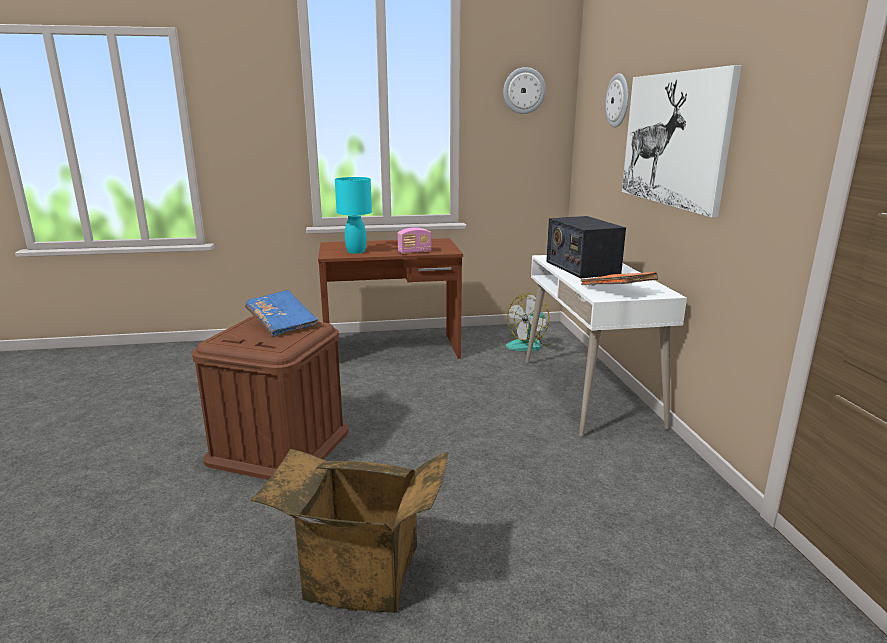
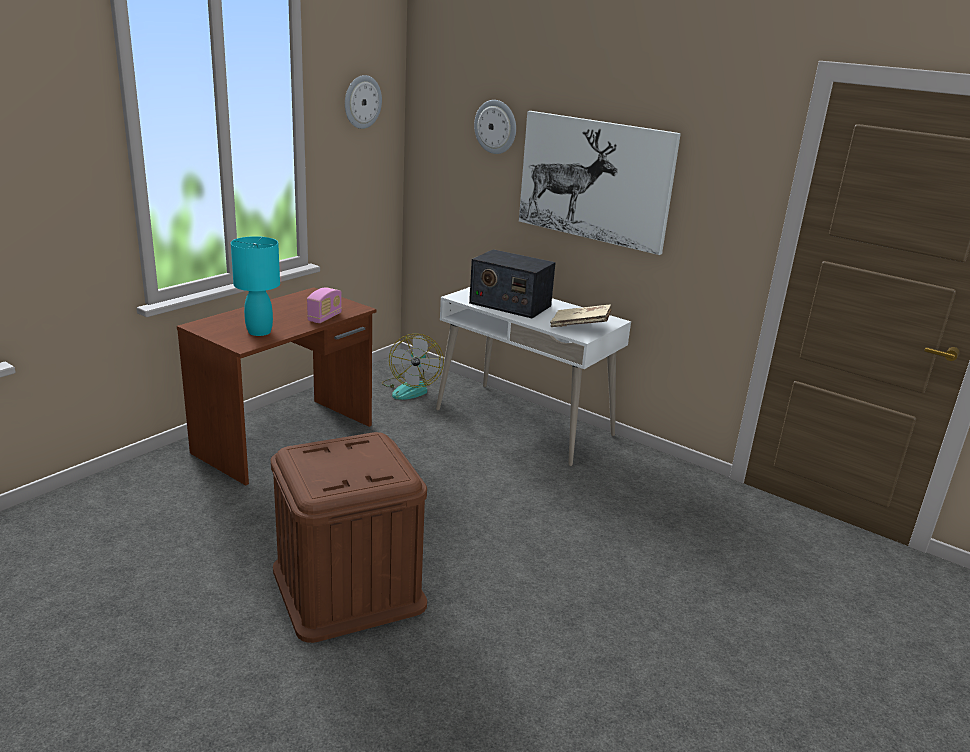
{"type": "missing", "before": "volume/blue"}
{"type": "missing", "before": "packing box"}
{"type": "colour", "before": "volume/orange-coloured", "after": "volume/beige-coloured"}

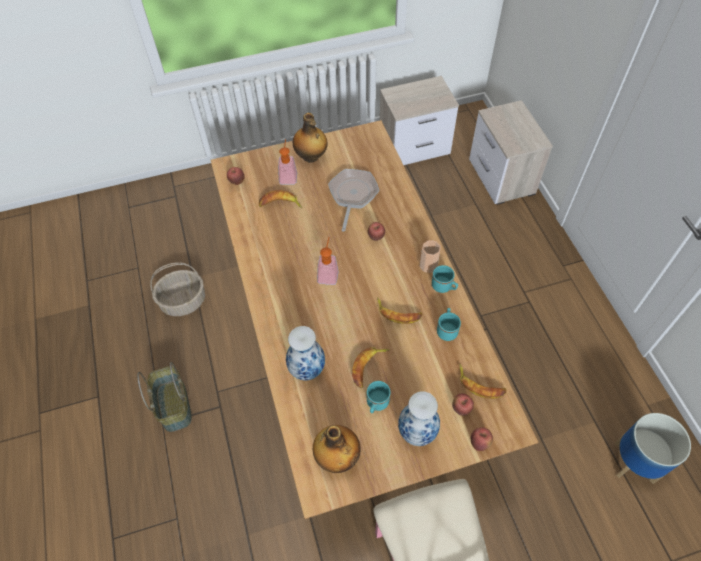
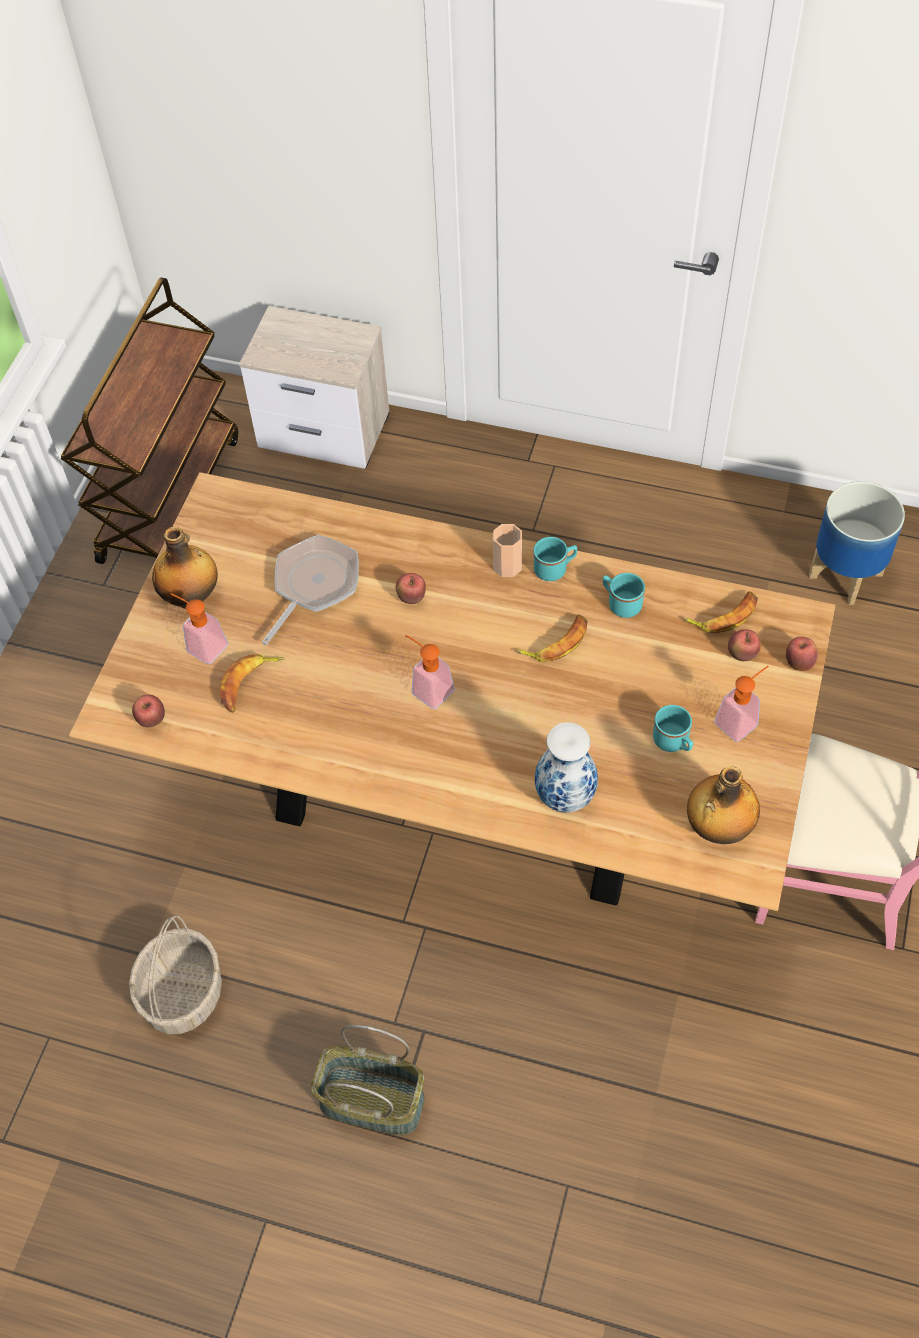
{"type": "missing", "before": "whole banana (no. 2 from left)"}
{"type": "exchanged", "before": "night table (no. 1 from left)", "after": "wheeled cart/brownish"}
{"type": "exchanged", "before": "decorative vase (no. 2 from left)", "after": "soap bottle (no. 3 from left)"}
{"type": "spun", "before": "frying pan", "turn": 75}

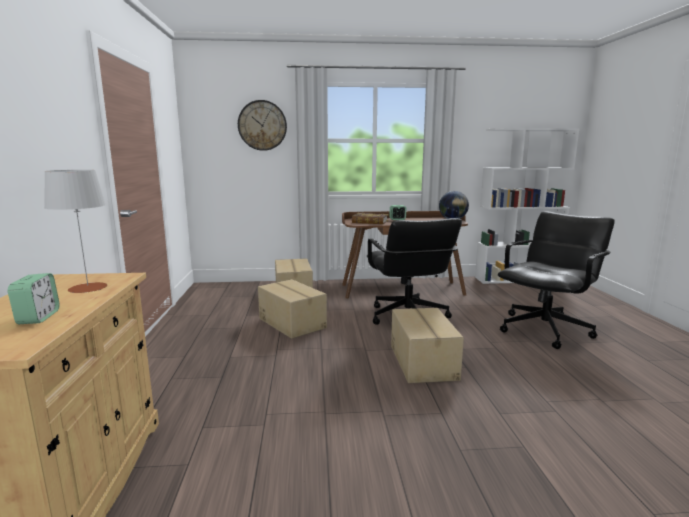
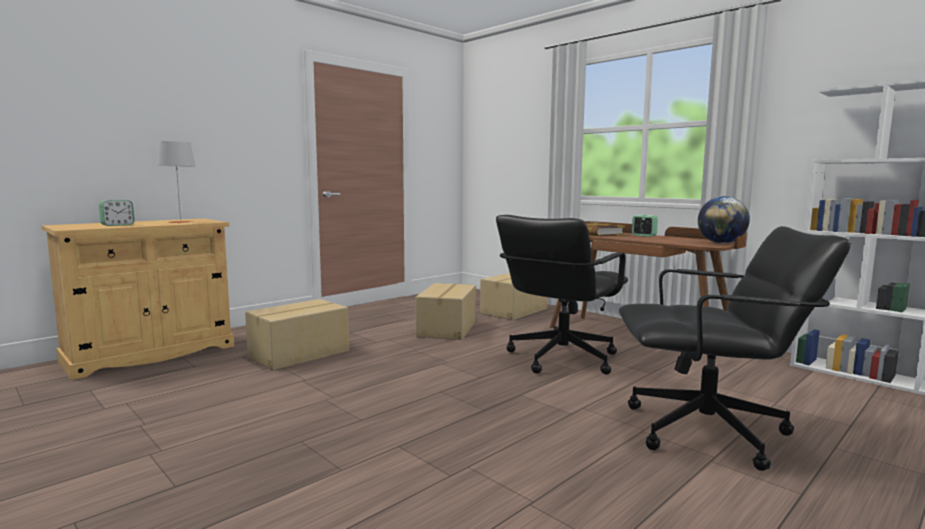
{"type": "missing", "before": "clock on the wall"}
{"type": "relocated", "before": "packing box (no. 3 from left in the first image)", "after": "packing box (no. 1 from left)"}

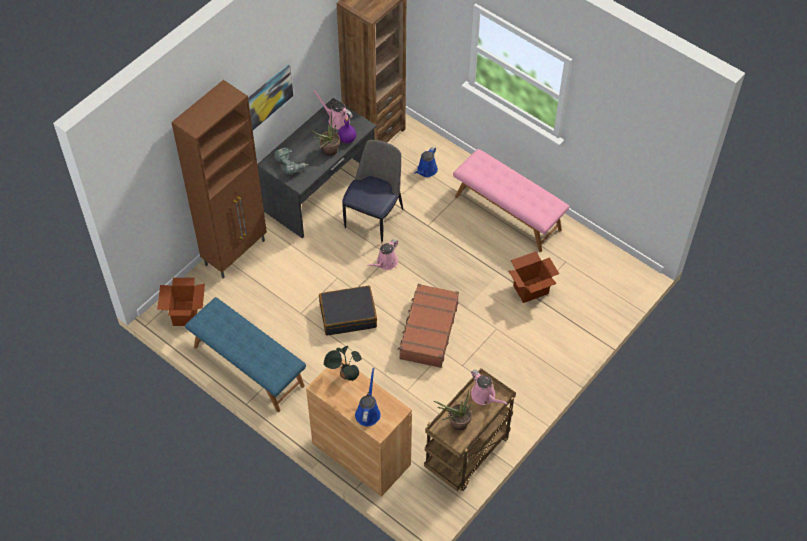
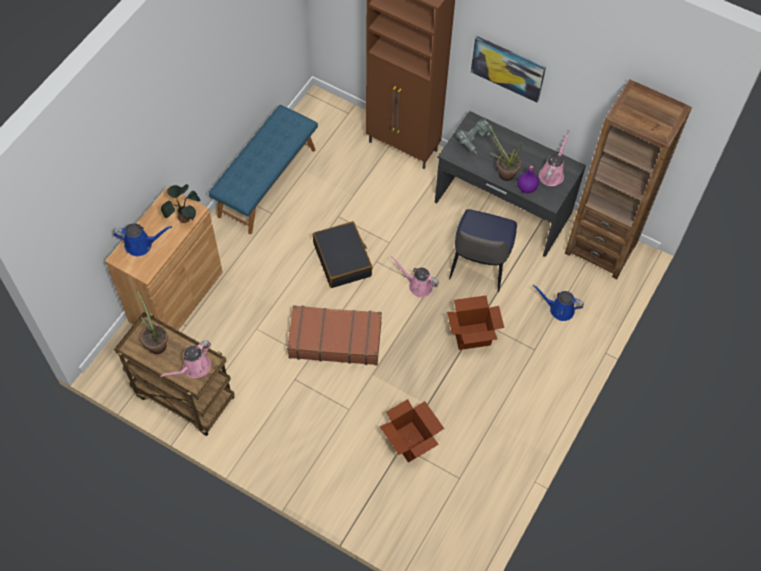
{"type": "missing", "before": "indoor bench/pinkish"}
{"type": "relocated", "before": "packing box (no. 1 from left in the first image)", "after": "packing box (no. 2 from left)"}
{"type": "spun", "before": "plain chair", "turn": 90}

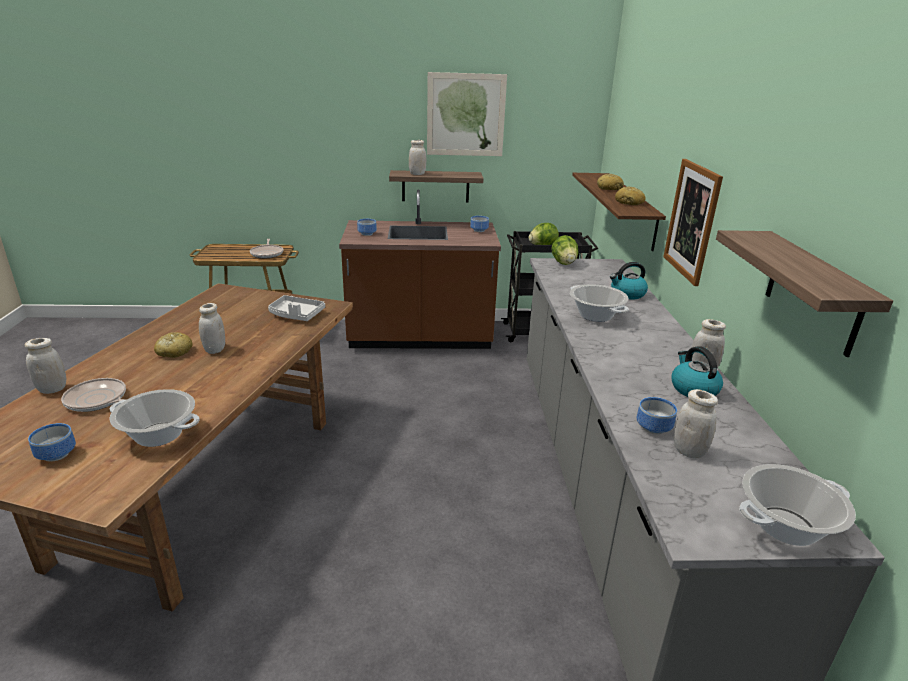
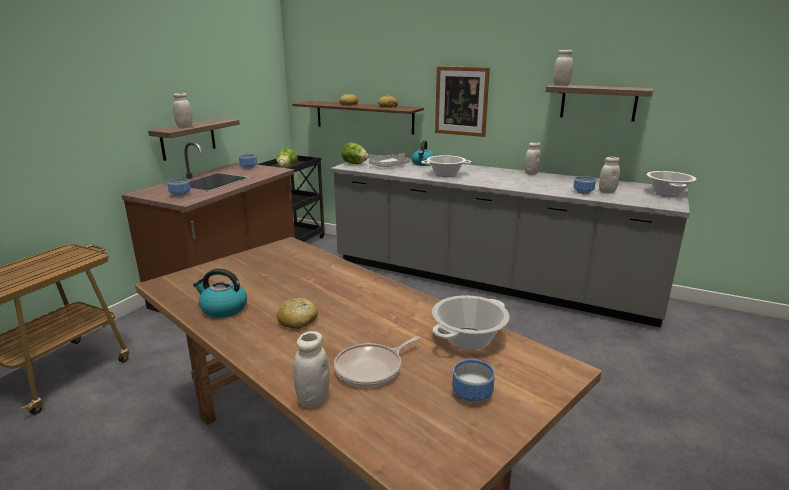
{"type": "missing", "before": "frying pan (no. 2 from left)"}
{"type": "missing", "before": "wall picture (no. 1 from left)"}
{"type": "relocated", "before": "preserve jar/white (no. 2 from left in the first image)", "after": "preserve jar/white (no. 4 from left)"}
{"type": "relocated", "before": "serving tray/gray"}
{"type": "relocated", "before": "kettle (no. 2 from left in the first image)", "after": "kettle (no. 1 from left)"}

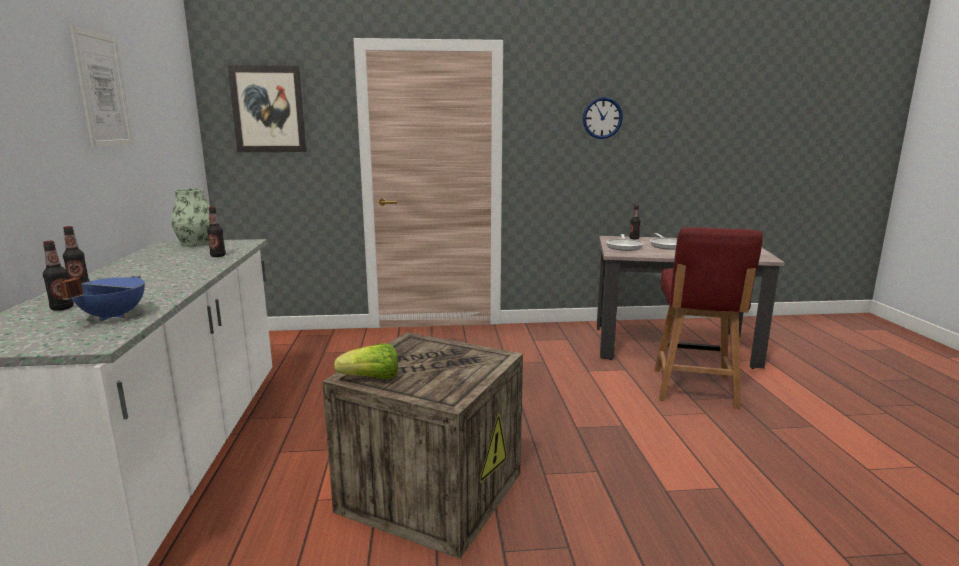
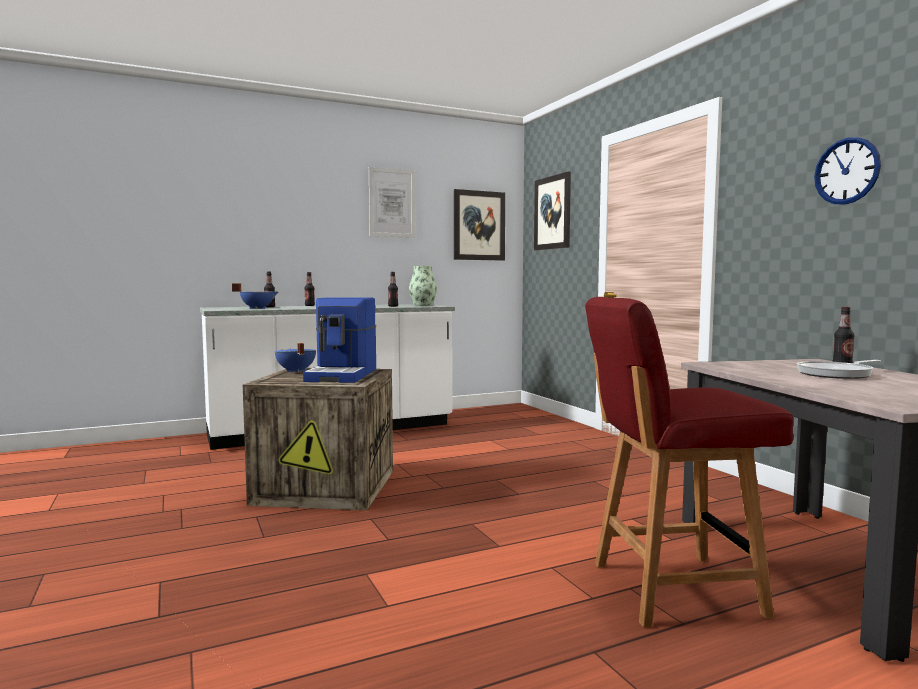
{"type": "missing", "before": "frying pan (no. 1 from left)"}
{"type": "appeared", "after": "coffee machine"}
{"type": "appeared", "after": "wall picture (no. 2 from left)"}
{"type": "exchanged", "before": "lettuce", "after": "cooking pot/blue (no. 2 from left)"}

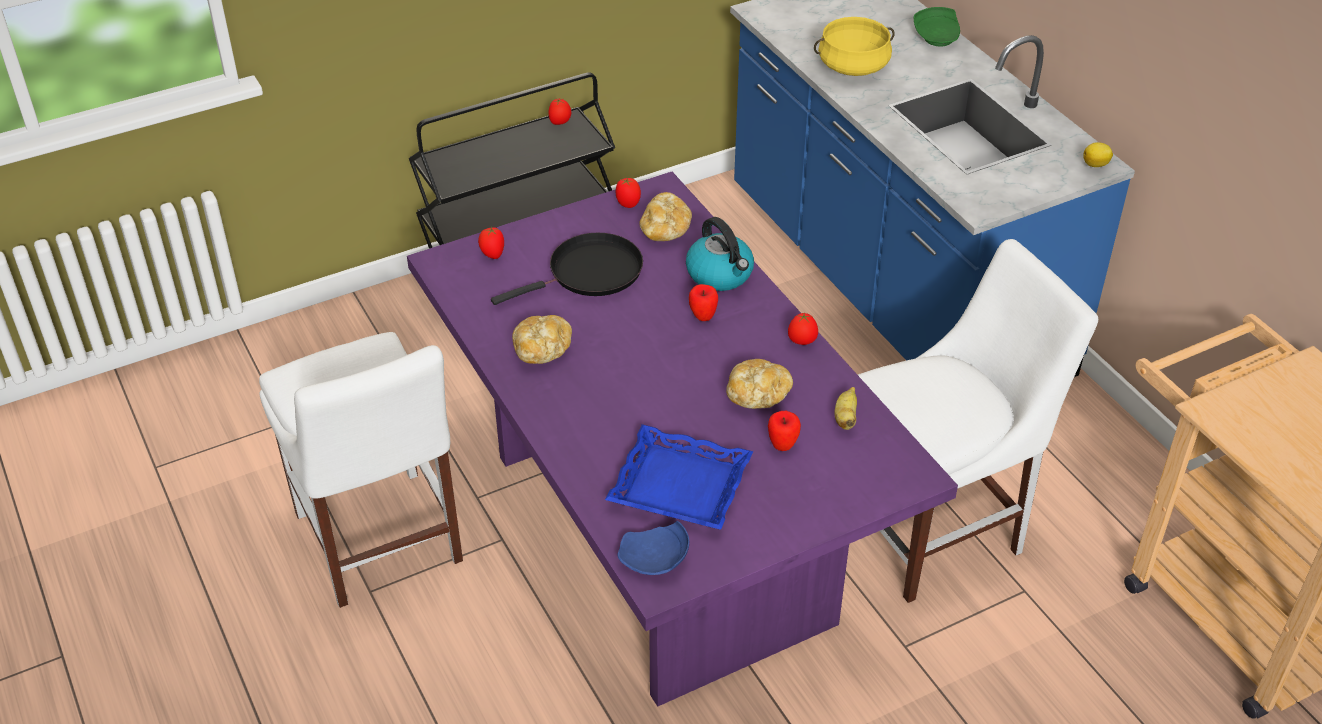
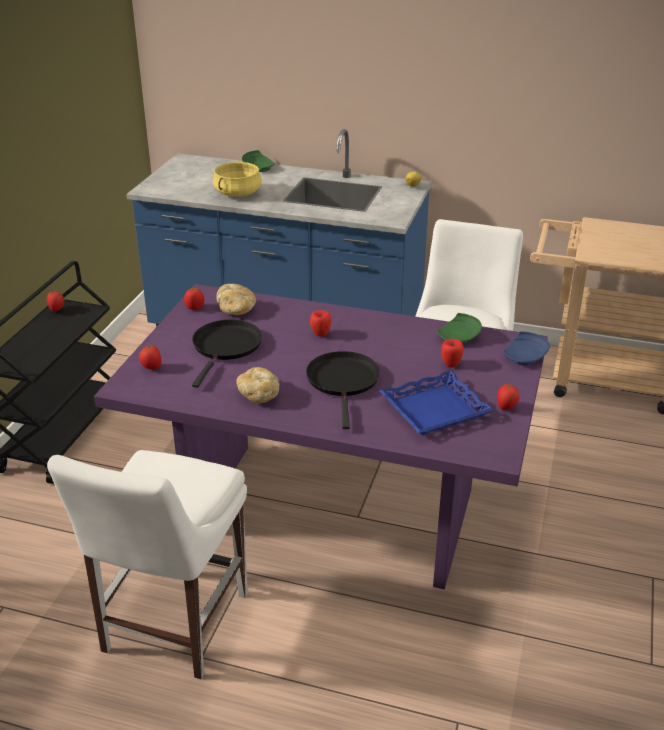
{"type": "missing", "before": "kettle"}
{"type": "missing", "before": "baked bread (no. 3 from left)"}
{"type": "appeared", "after": "frying pan/black-coloured (no. 2 from left)"}
{"type": "relocated", "before": "dinner plate/blue"}
{"type": "relocated", "before": "fresh tomato (no. 4 from left)"}
{"type": "exchanged", "before": "whole banana", "after": "dinner plate/greenish (no. 2 from left)"}
{"type": "spun", "before": "plain chair/white (no. 1 from left)", "turn": 90}

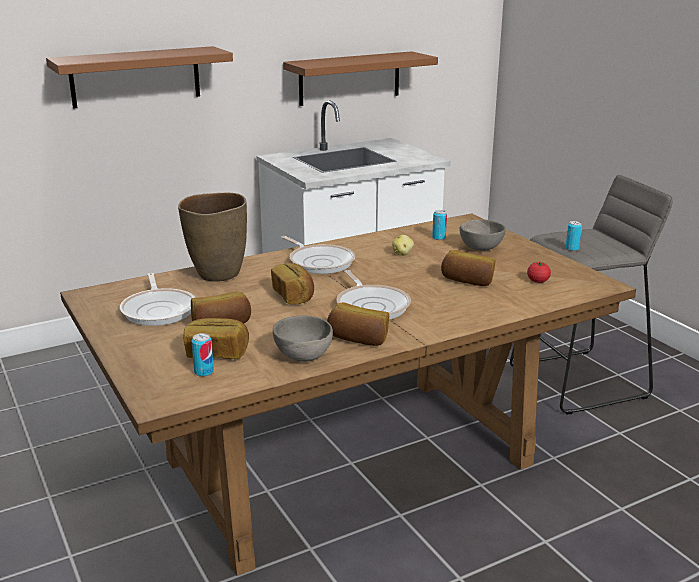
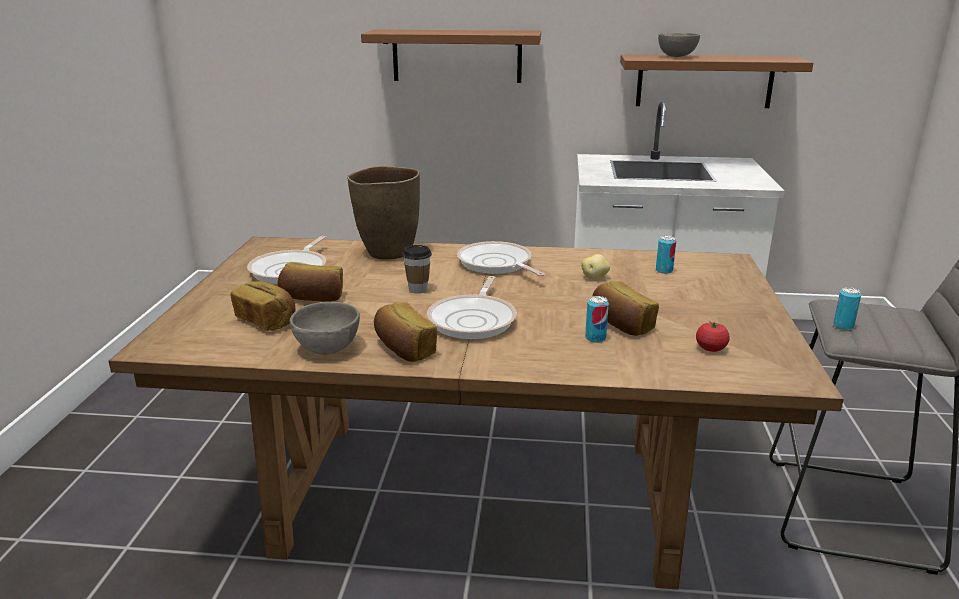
{"type": "relocated", "before": "metal can (no. 1 from left)"}
{"type": "relocated", "before": "deep dish/gray (no. 2 from left)"}
{"type": "exchanged", "before": "baked bread (no. 3 from left)", "after": "small cup"}
{"type": "spun", "before": "frying pan (no. 2 from left in the first image)", "turn": 150}

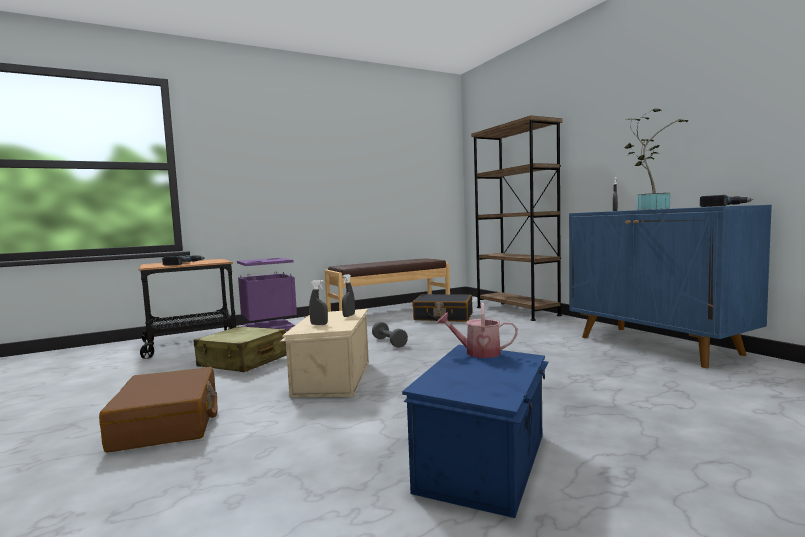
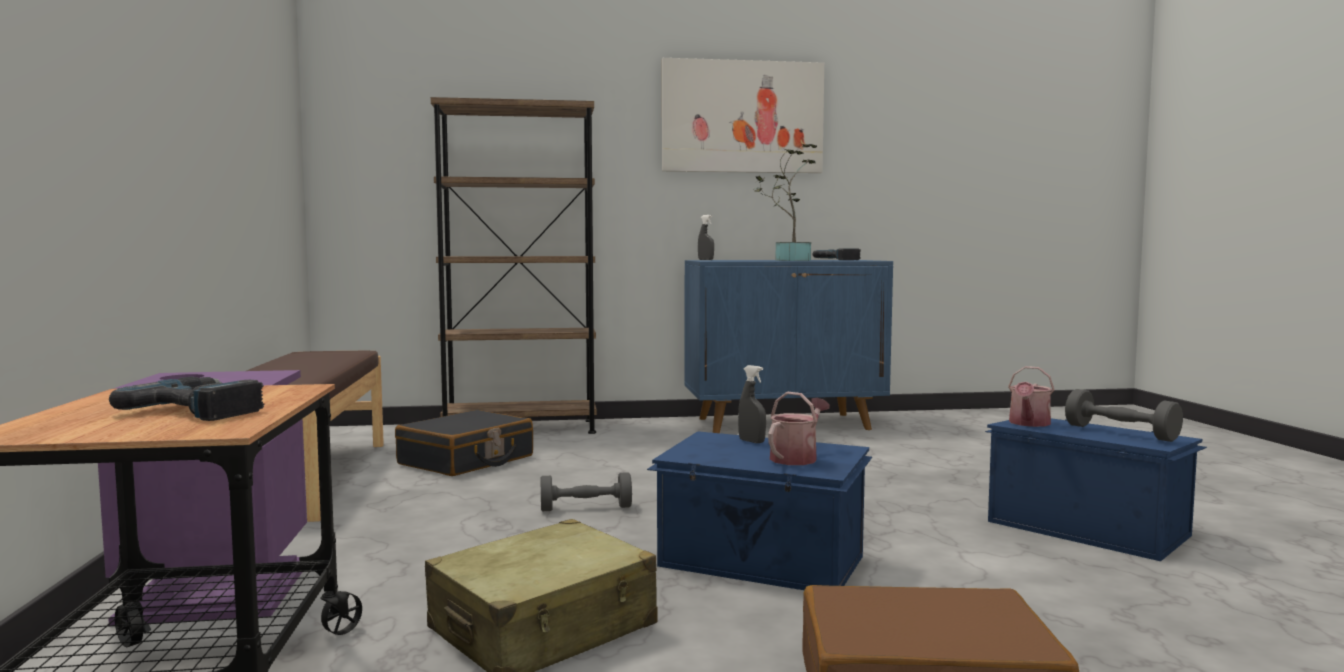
{"type": "appeared", "after": "wall picture"}
{"type": "appeared", "after": "free weight/gray (no. 2 from left)"}
{"type": "exchanged", "before": "spray bottle/gray (no. 1 from left)", "after": "watering pot (no. 1 from left)"}
{"type": "colour", "before": "storage box/beige-coloured", "after": "storage box/blue (no. 1 from left)"}

